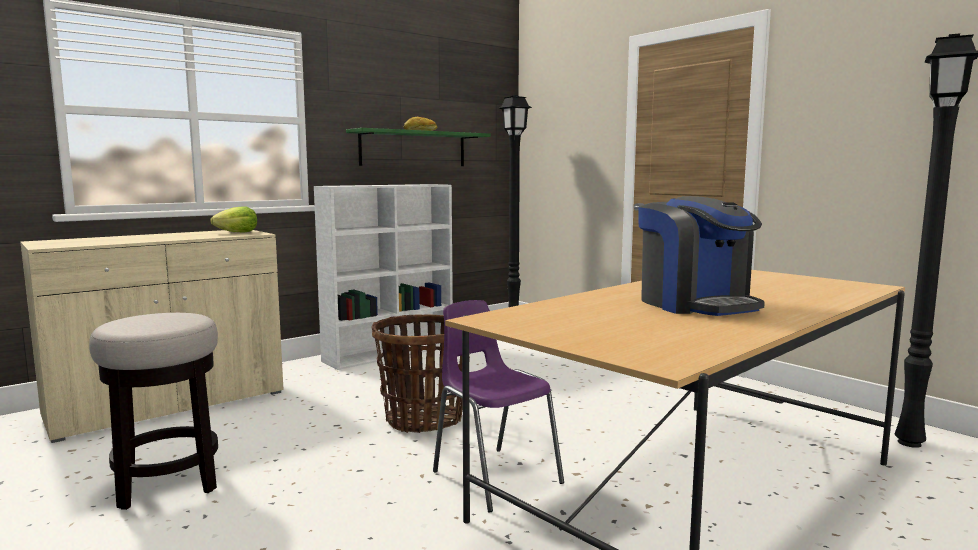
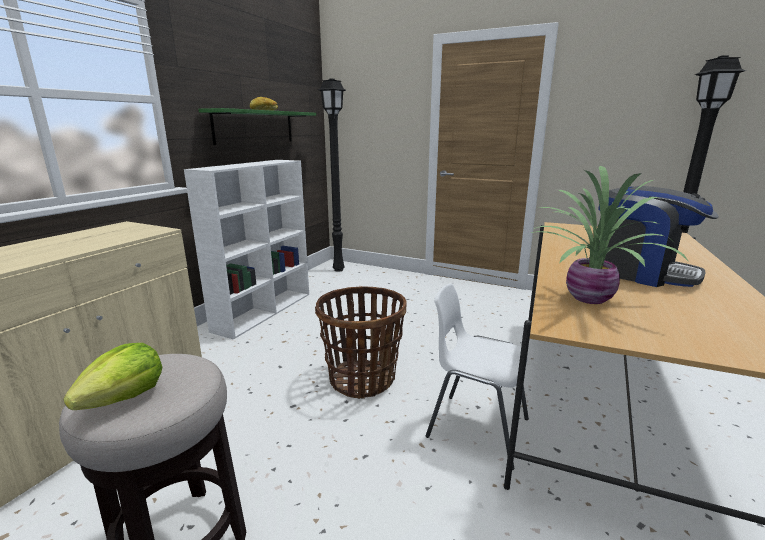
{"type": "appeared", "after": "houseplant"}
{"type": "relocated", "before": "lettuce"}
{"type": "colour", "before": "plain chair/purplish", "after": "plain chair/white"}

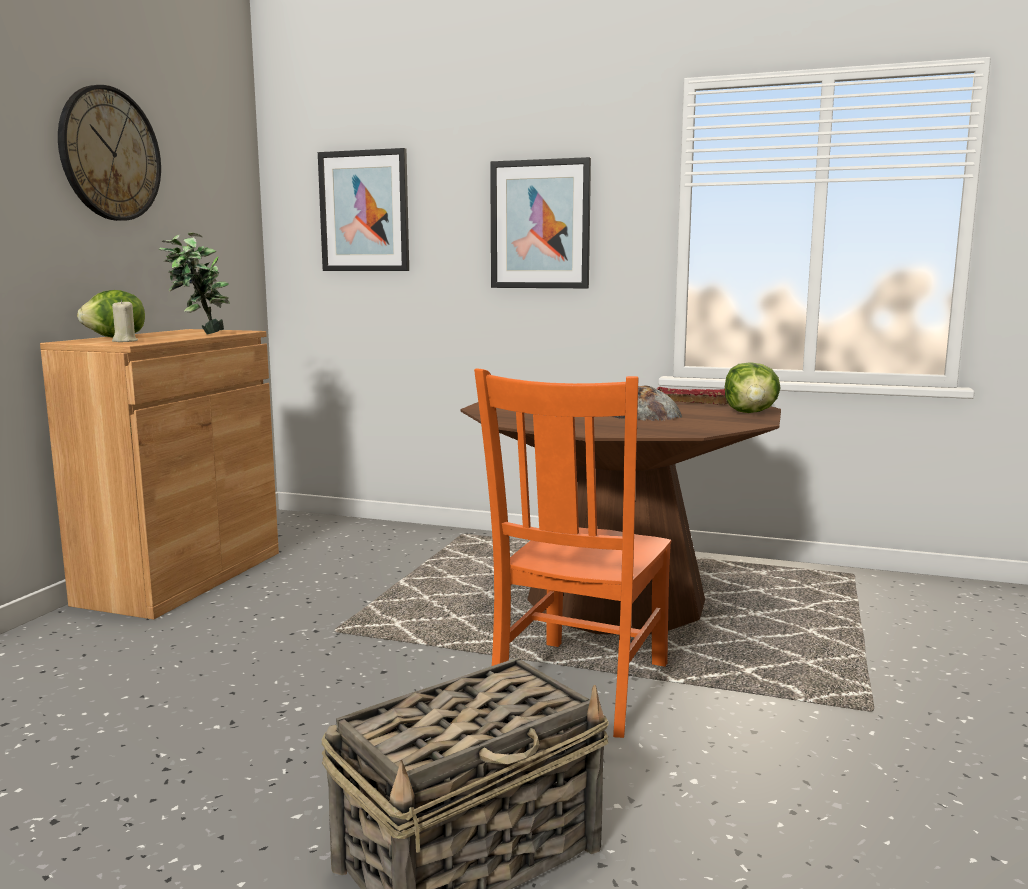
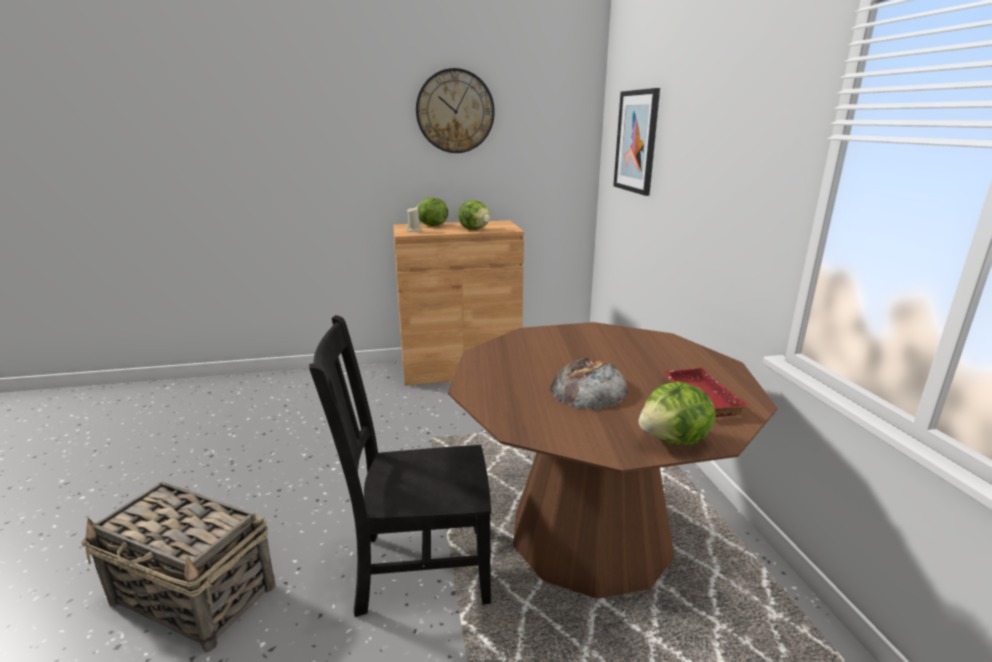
{"type": "missing", "before": "wall picture (no. 2 from left)"}
{"type": "exchanged", "before": "houseplant", "after": "lettuce (no. 2 from left)"}
{"type": "colour", "before": "plain chair/orange-coloured", "after": "plain chair/black-coloured"}

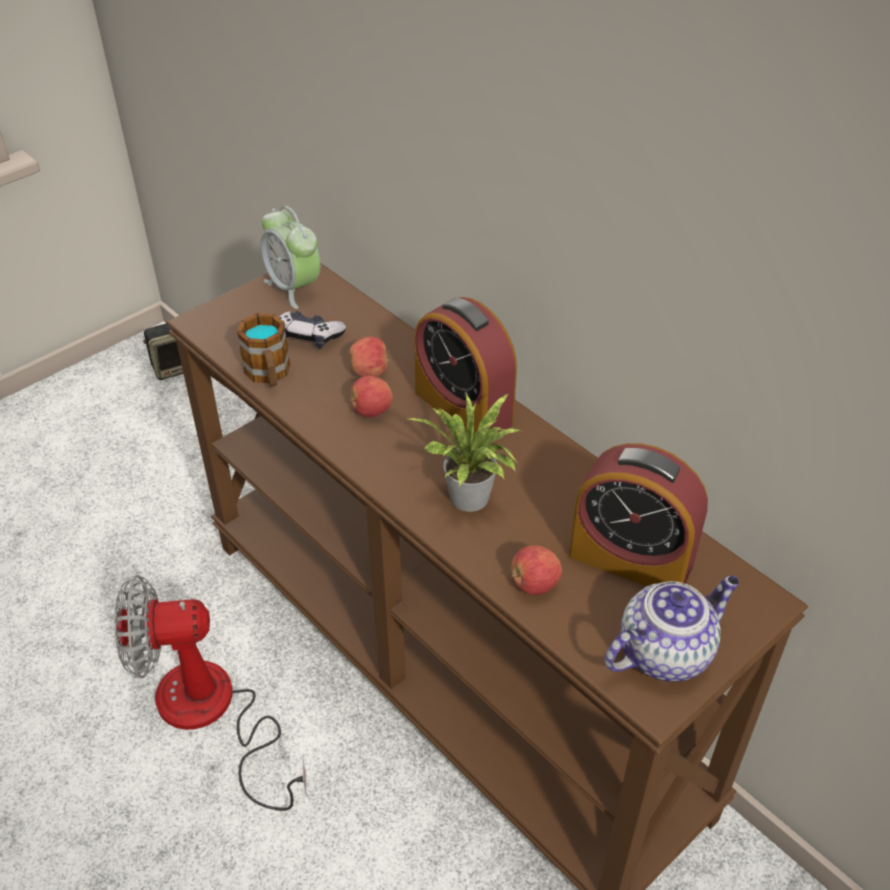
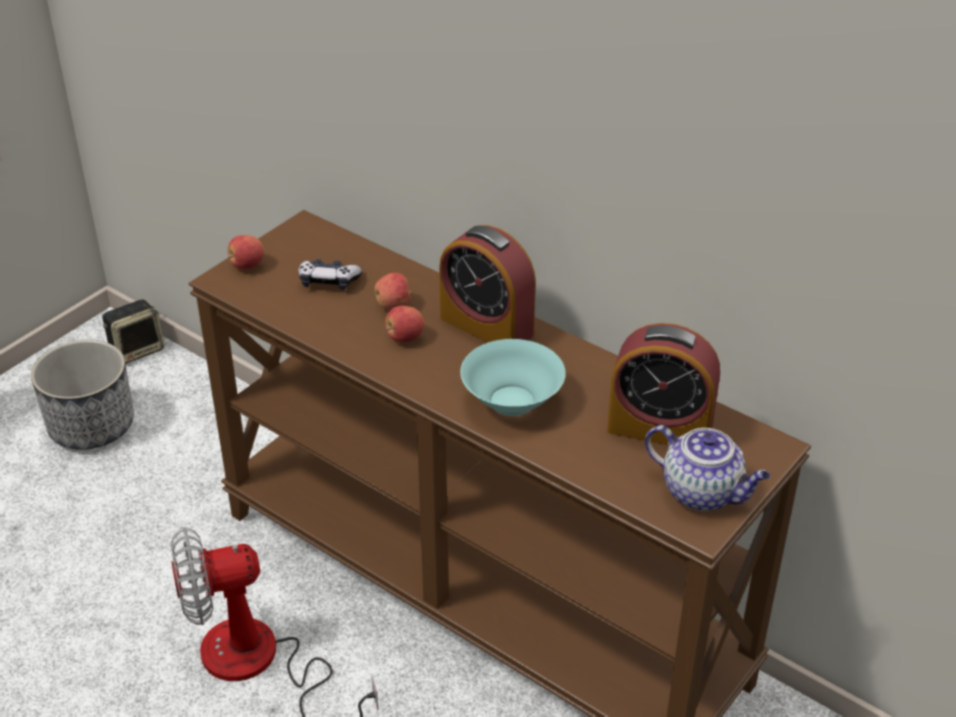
{"type": "missing", "before": "tea mug"}
{"type": "missing", "before": "alarm clock (no. 1 from left)"}
{"type": "appeared", "after": "planter"}
{"type": "relocated", "before": "apple (no. 3 from left in the first image)", "after": "apple (no. 1 from left)"}
{"type": "exchanged", "before": "houseplant", "after": "deep dish/blue-green"}
{"type": "spun", "before": "tea pot", "turn": 75}

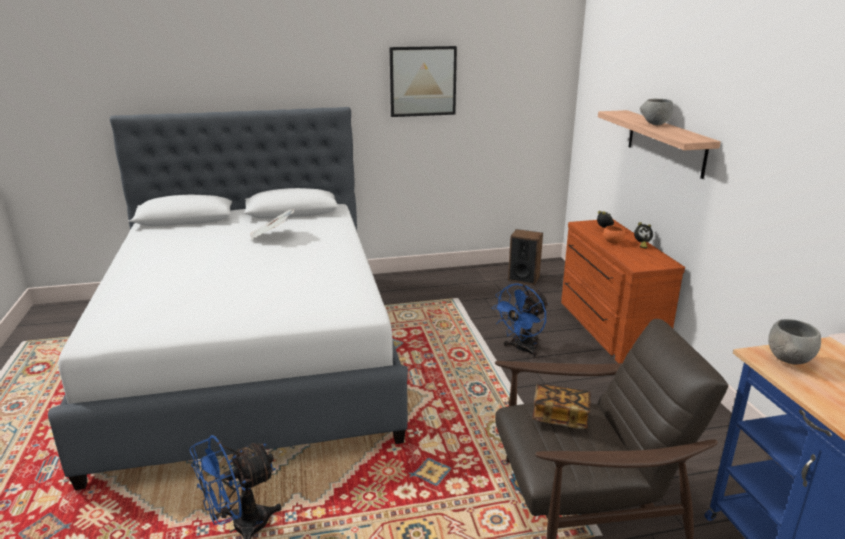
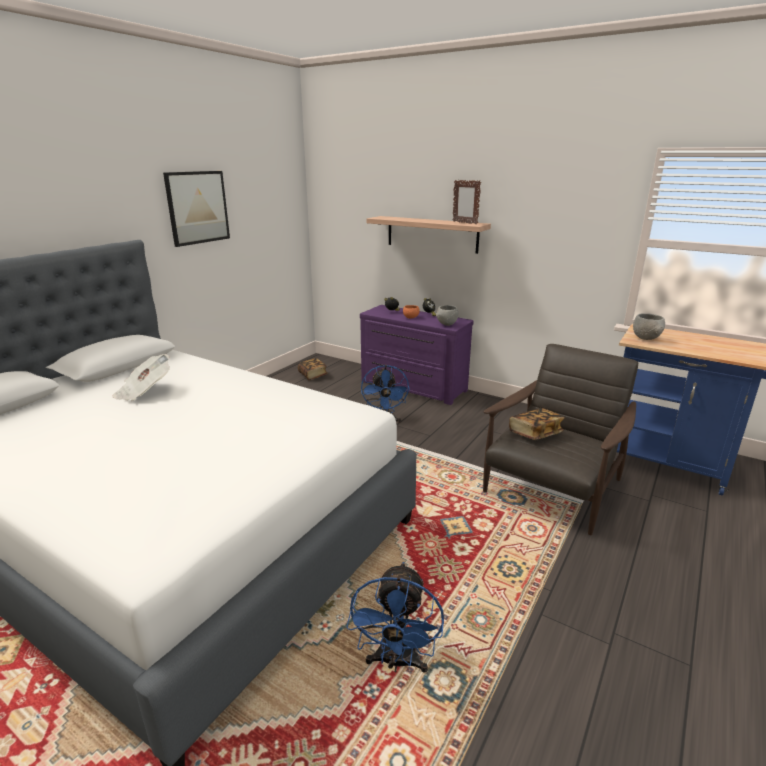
{"type": "appeared", "after": "picture frame"}
{"type": "relocated", "before": "deep dish/gray (no. 1 from left)"}
{"type": "exchanged", "before": "audio speaker", "after": "volume (no. 1 from left)"}
{"type": "colour", "before": "dresser/brownish", "after": "dresser/purplish"}

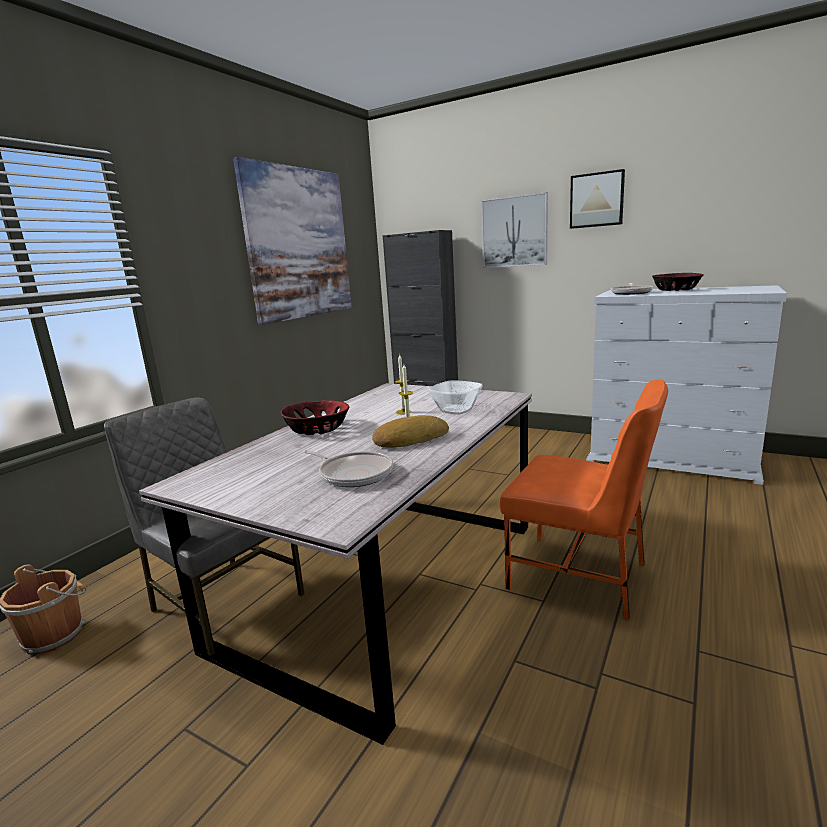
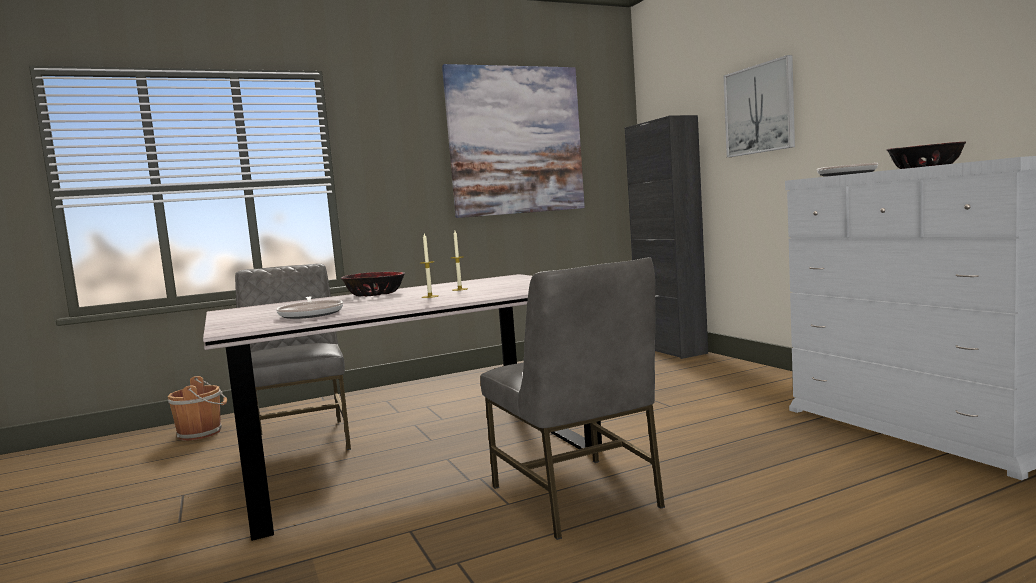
{"type": "missing", "before": "baked bread"}
{"type": "missing", "before": "deep dish (no. 2 from left)"}
{"type": "missing", "before": "wall picture (no. 3 from left)"}
{"type": "colour", "before": "plain chair/orange-coloured", "after": "plain chair/gray (no. 2 from left)"}

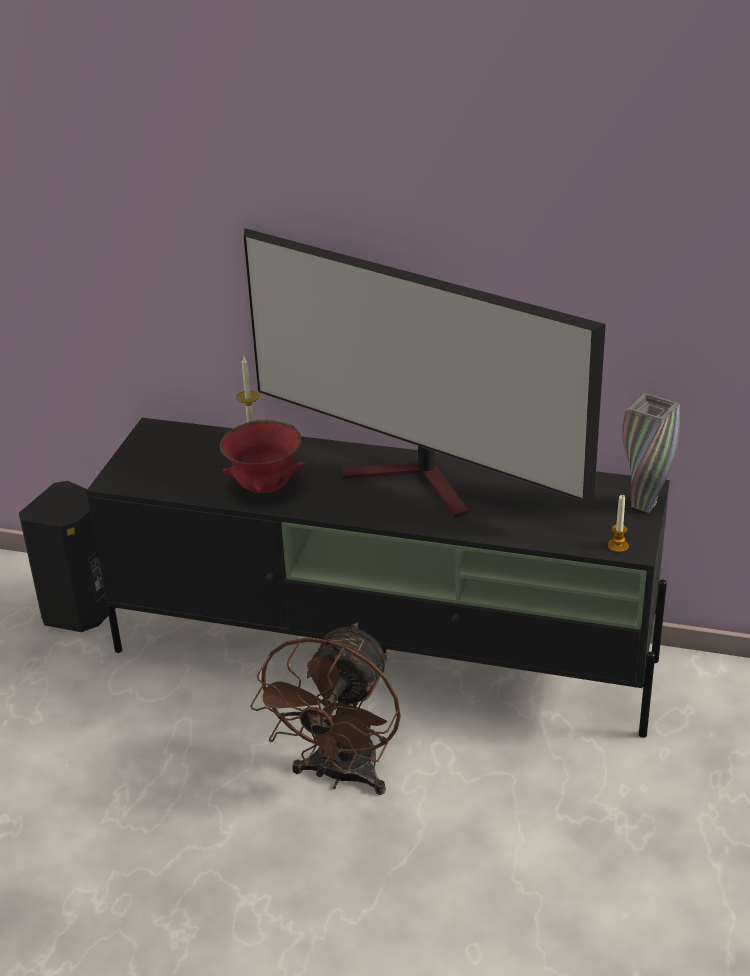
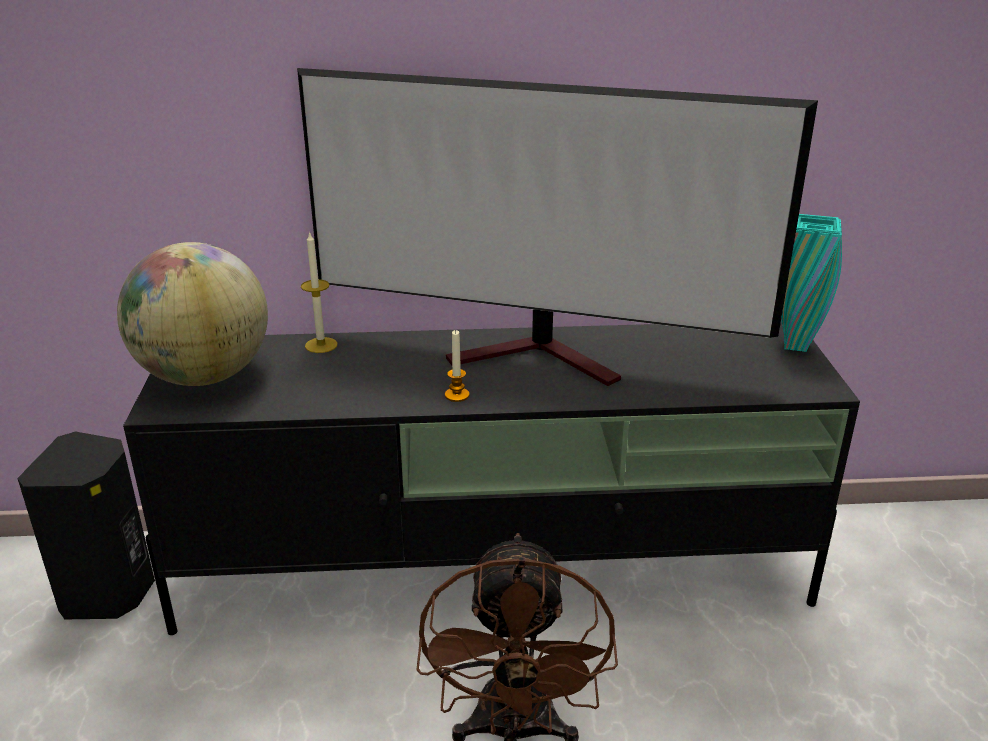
{"type": "missing", "before": "deep dish/red-coloured"}
{"type": "appeared", "after": "world globe"}
{"type": "relocated", "before": "wax light (no. 2 from left)"}
{"type": "colour", "before": "decorative vase/gray", "after": "decorative vase/blue-green"}

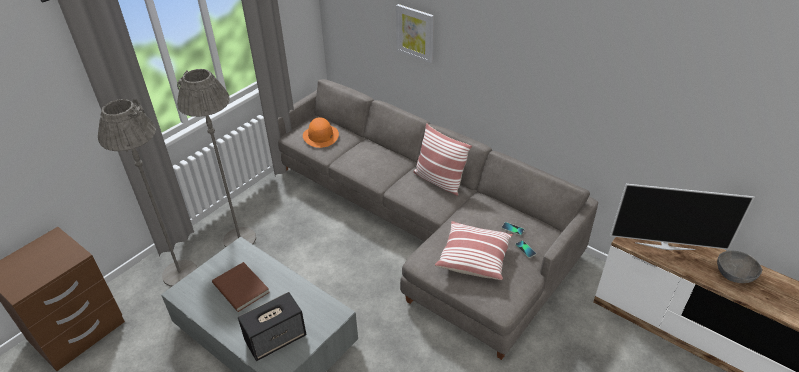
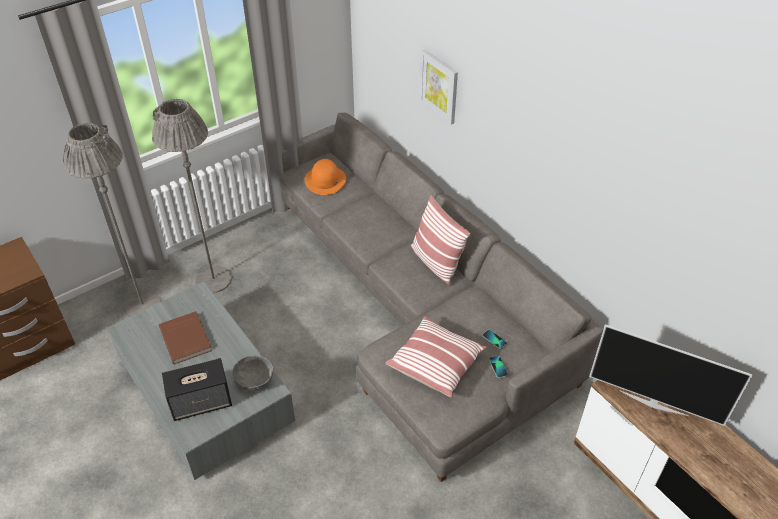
{"type": "relocated", "before": "deep dish/gray"}

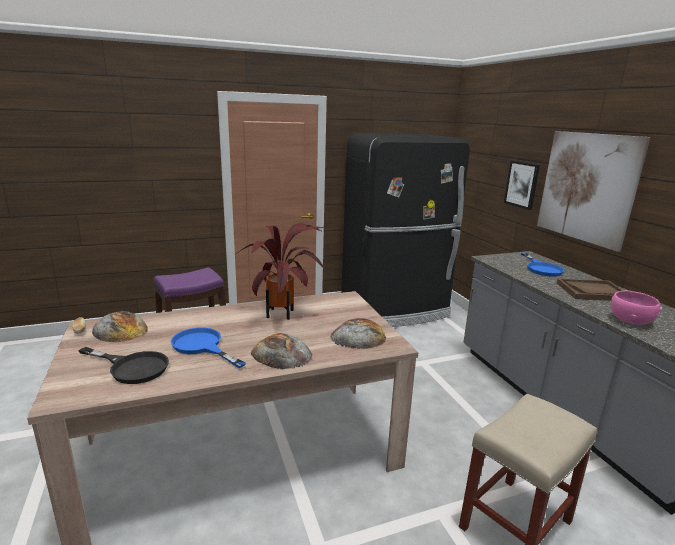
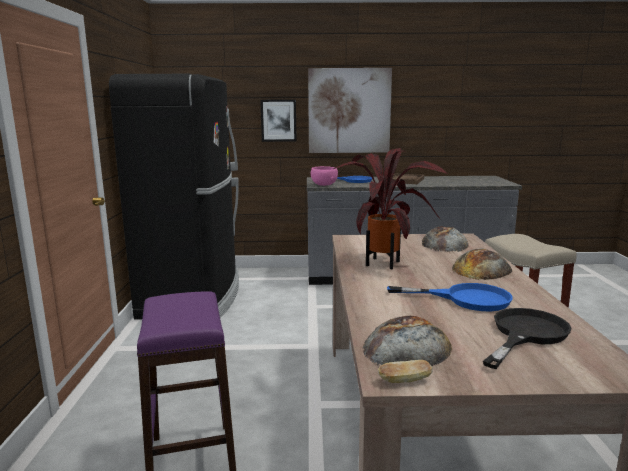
{"type": "relocated", "before": "deep dish/pinkish"}
{"type": "spun", "before": "frying pan/blue (no. 1 from left in the first image)", "turn": -135}

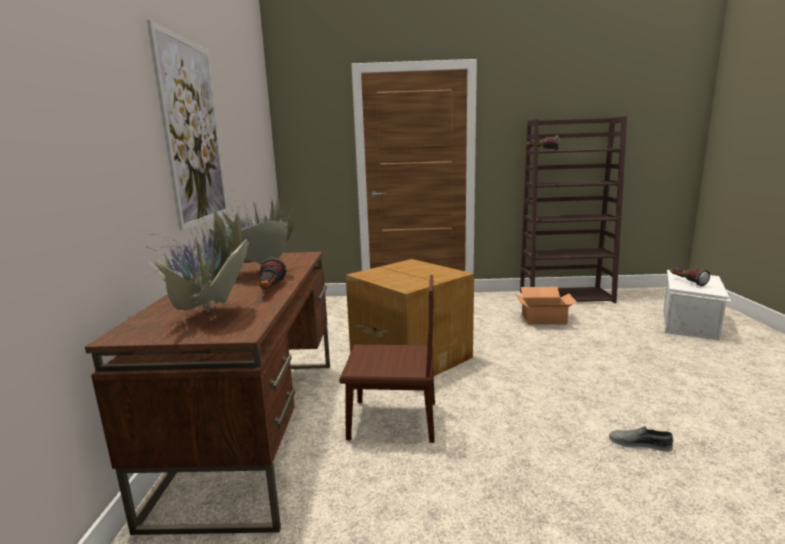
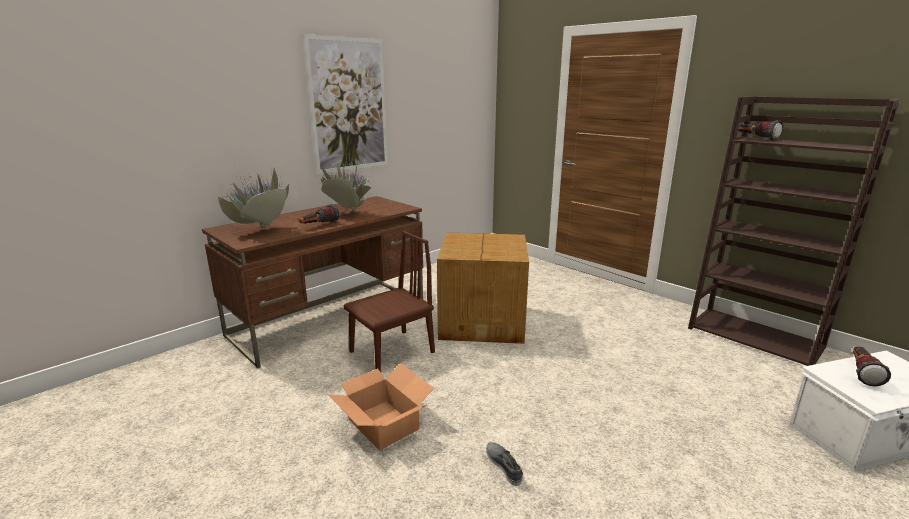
{"type": "relocated", "before": "packing box (no. 2 from left in the first image)", "after": "packing box (no. 1 from left)"}
{"type": "spun", "before": "plain chair/brownish", "turn": -90}

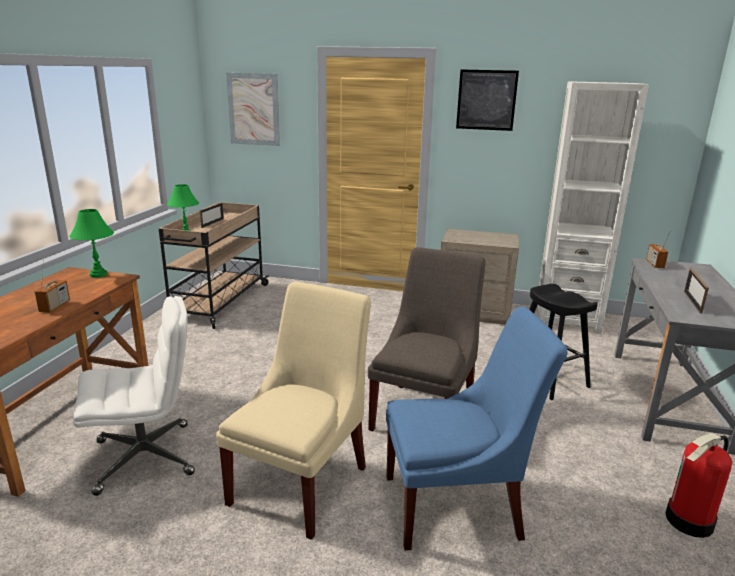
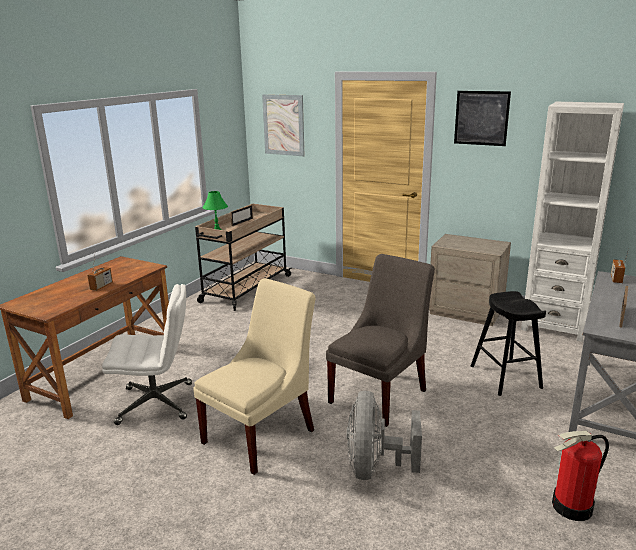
{"type": "missing", "before": "table lamp/greenish (no. 1 from left)"}
{"type": "exchanged", "before": "plain chair/blue", "after": "fan/gray"}

